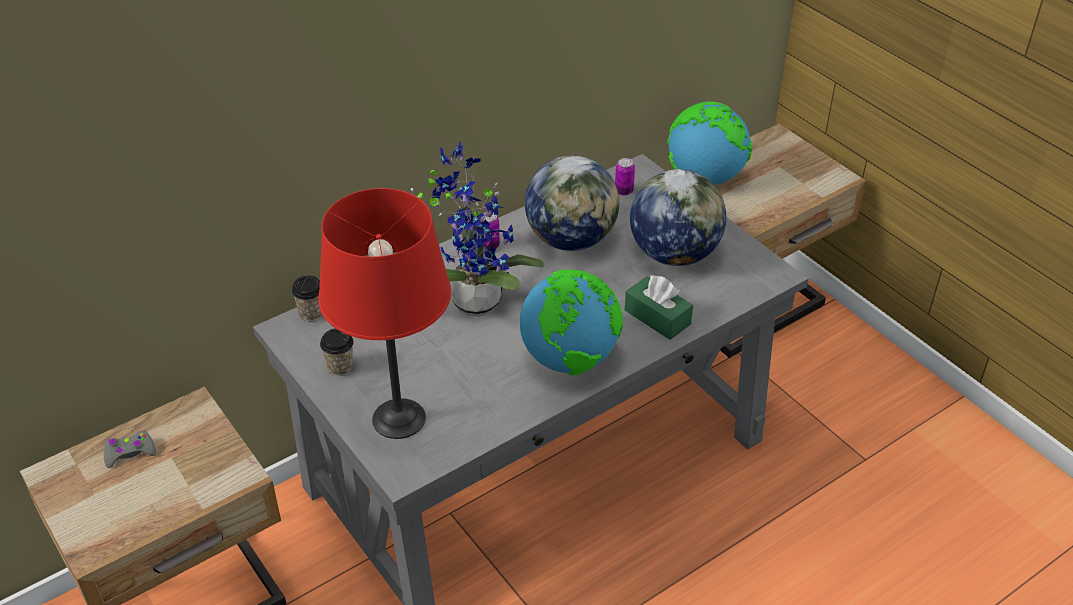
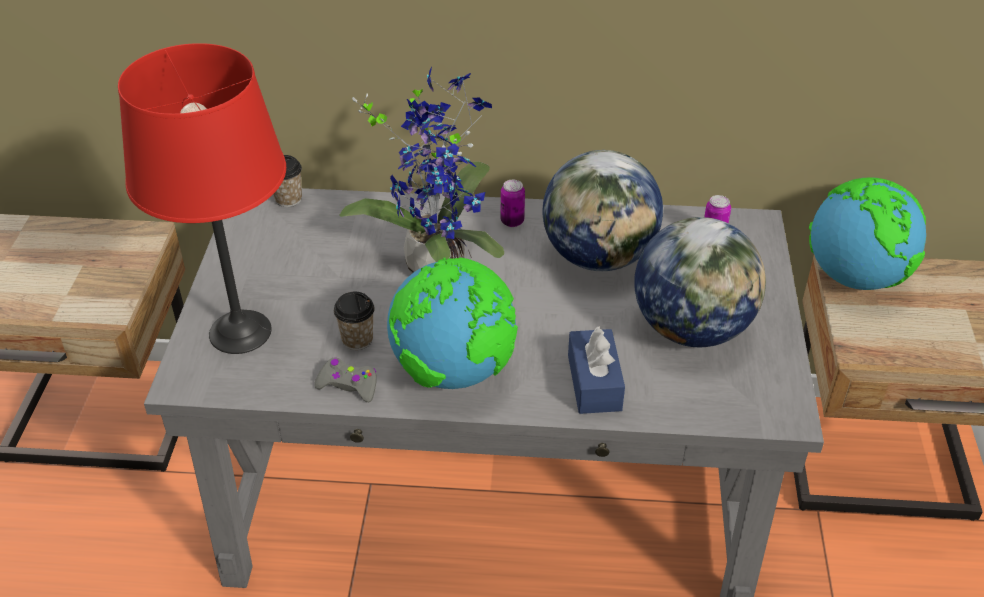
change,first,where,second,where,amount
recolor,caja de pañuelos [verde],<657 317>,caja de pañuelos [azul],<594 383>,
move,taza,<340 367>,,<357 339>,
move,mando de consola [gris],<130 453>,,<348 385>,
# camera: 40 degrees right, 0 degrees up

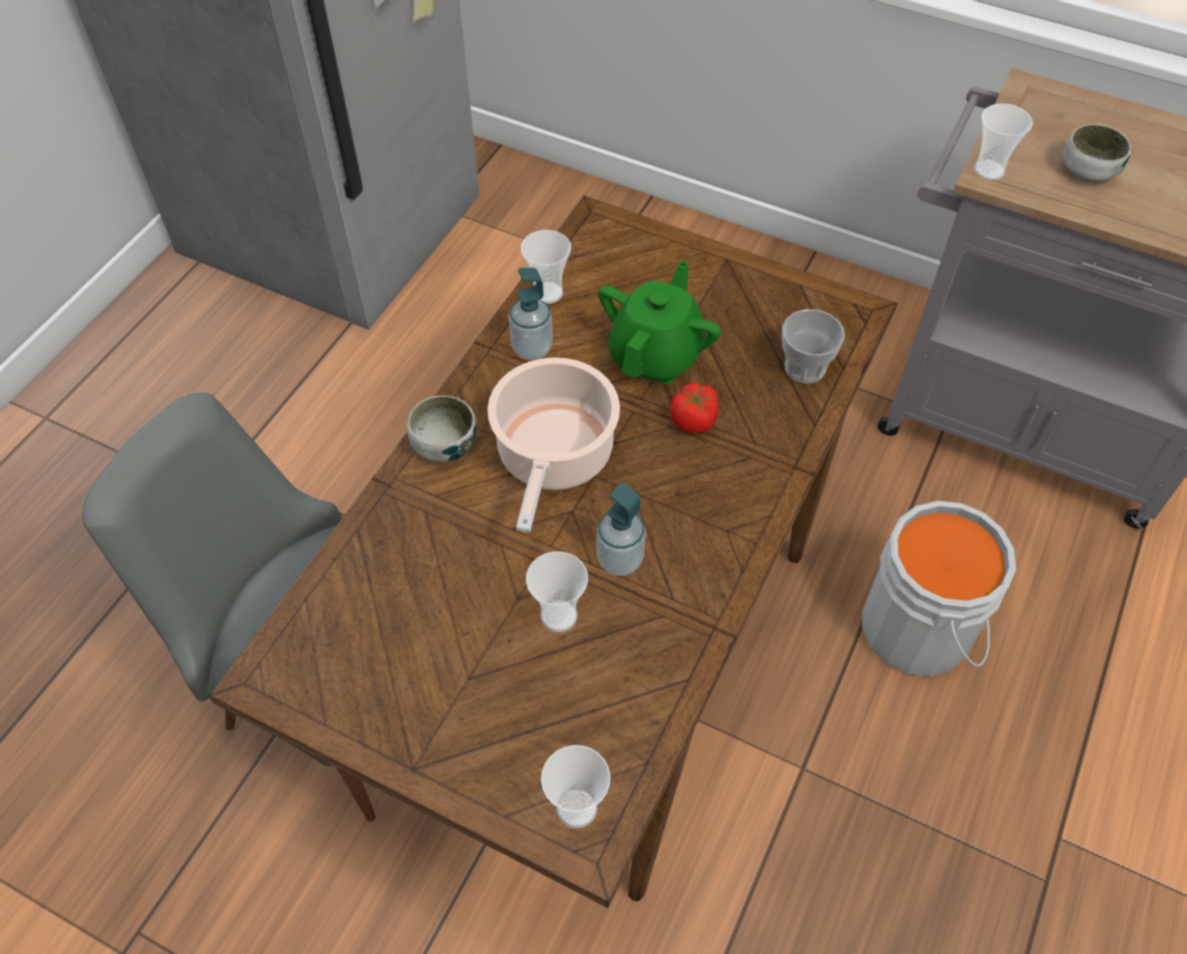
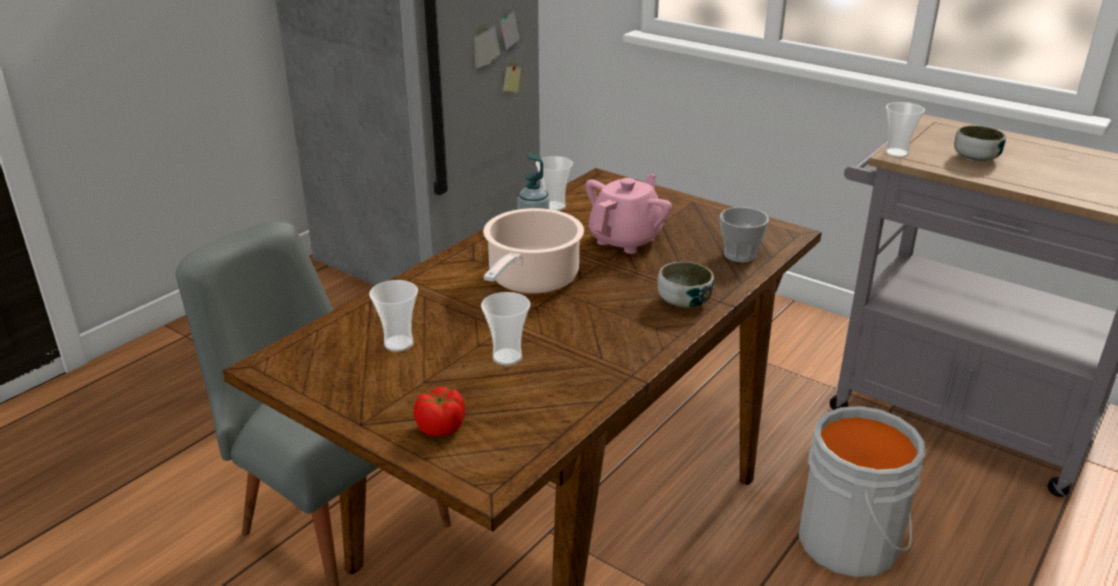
change,first,where,second,where,amount
recolor,tetera [verde],<656 355>,tetera [rosa],<626 240>,
move,tomate,<693 420>,,<441 427>,
move,cuenco,<444 444>,,<683 301>,
delete,dispensador de jabón,<620 560>,,,
move,taza,<576 808>,,<398 343>,
# camera: 10 degrees right, 25 degrees down

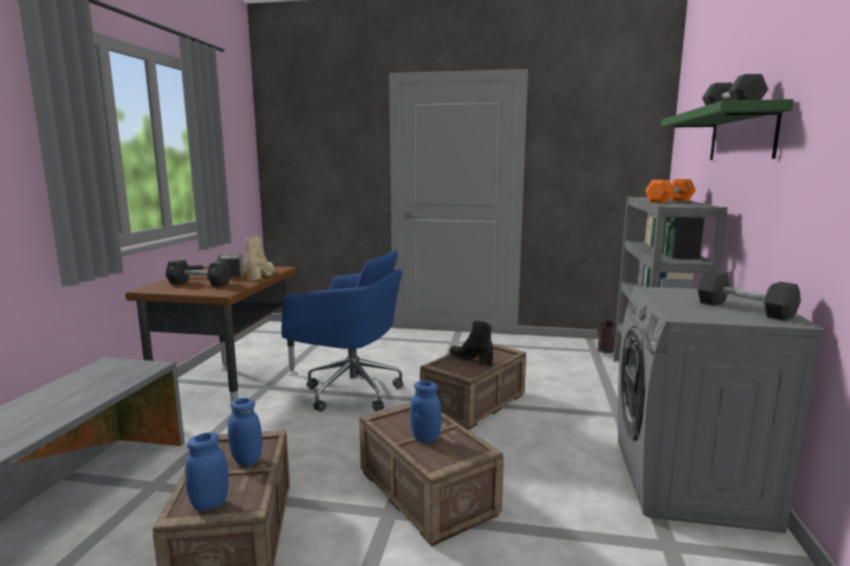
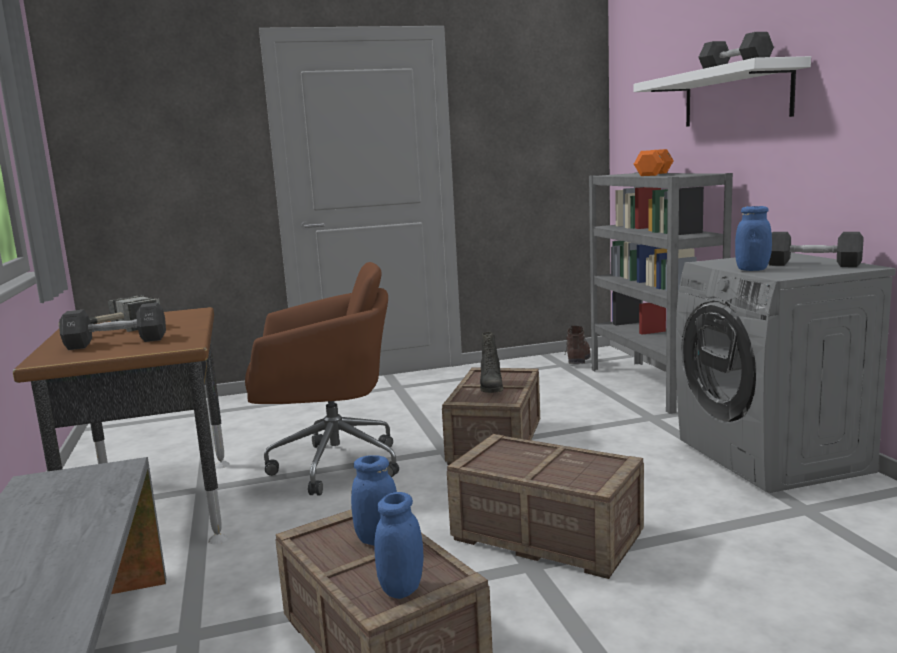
change,first,where,second,where,amount
recolor,estante [verde],<741 135>,estante [blanco],<735 96>,
delete,bota [beis],<261 275>,,,
recolor,silla de oficina [azul],<348 392>,silla de oficina [marrón],<329 467>,
rotate,bota [negro],<471 360>,,<490 387>,105 degrees counterclockwise
move,tarro [azul],<425 438>,,<752 269>,
# camera: 25 degrees left, 0 degrees up

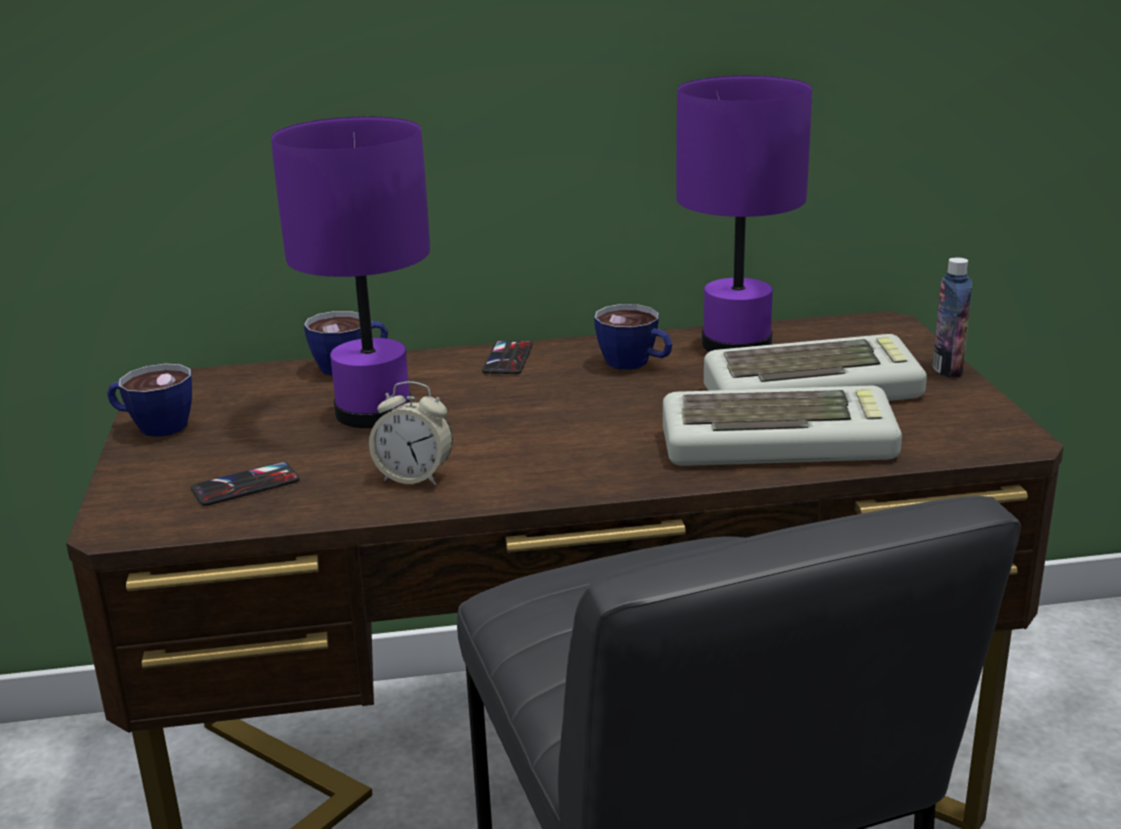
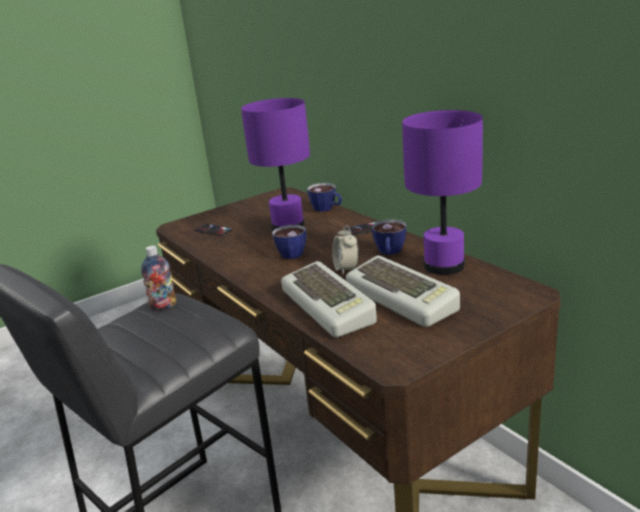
change,first,where,second,where,amount
move,botella,<947 369>,,<164 306>,
move,taza,<153 426>,,<291 252>,
move,despertador,<414 477>,,<346 269>,
# camera: 65 degrees right, 0 degrees up

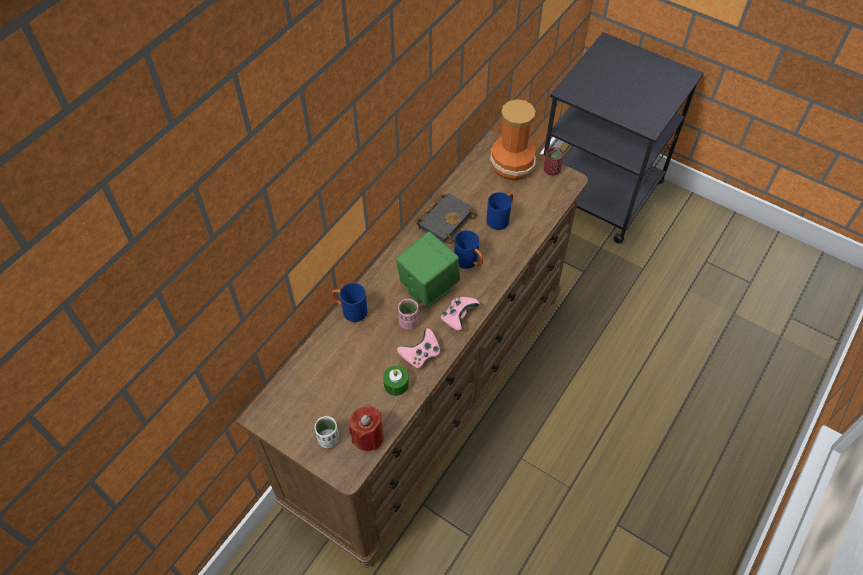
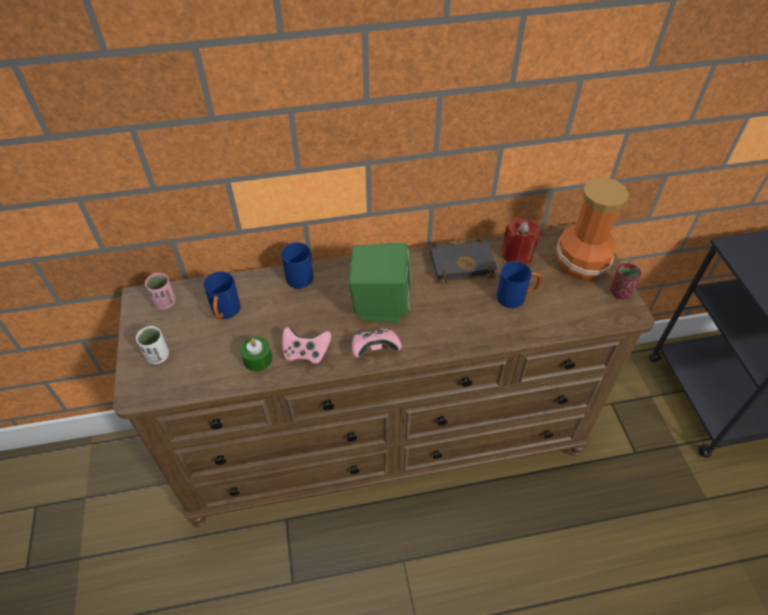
change,first,where,second,where,amount
move,taza grande [azul],<469 262>,,<225 313>,
move,taza [rosa],<408 322>,,<165 302>,
move,vela [rojo],<368 436>,,<517 255>,
# camera: 45 degrees right, 5 degrees down

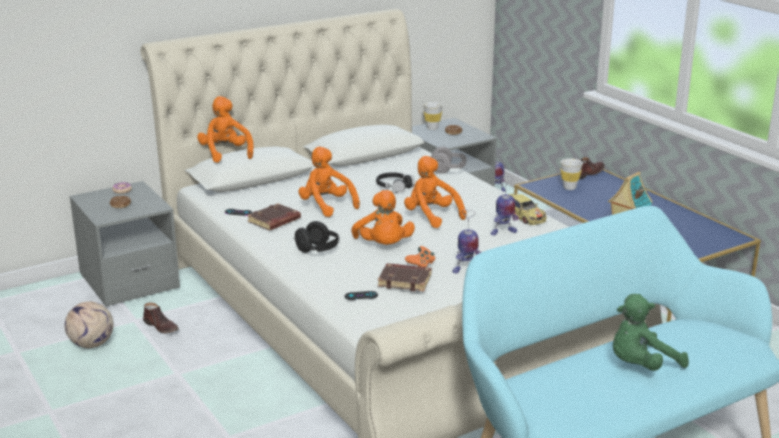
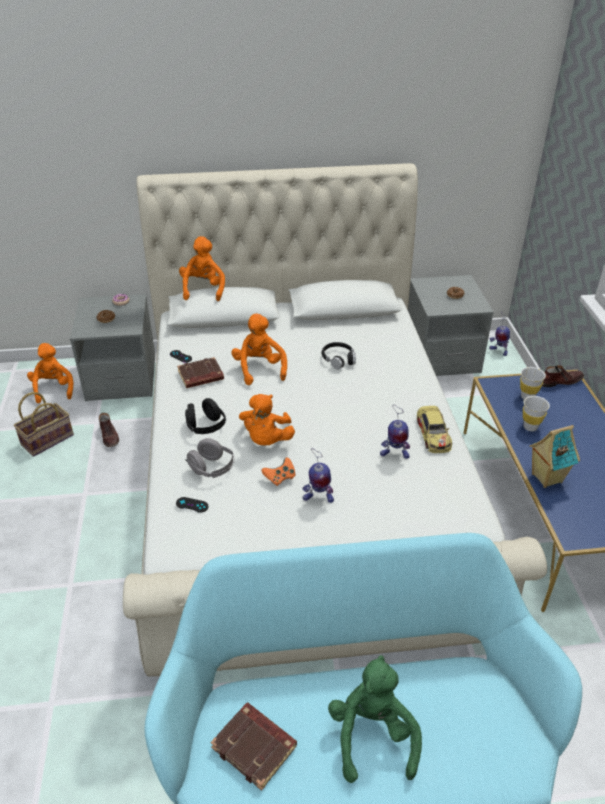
change,first,where,second,where,amount
move,taza [blanco],<432 128>,,<530 427>,
move,auriculares [gris],<448 170>,,<212 469>,
move,peluche [naranja],<431 216>,,<53 389>,
move,libro [marrón],<405 281>,,<255 747>,
rotate,peluche [verde],<641 366>,,<372 735>,90 degrees clockwise
replace,balón de fútbol,<91 344>,cesta,<48 439>,
# camera: 25 degrees right, 15 degrees up

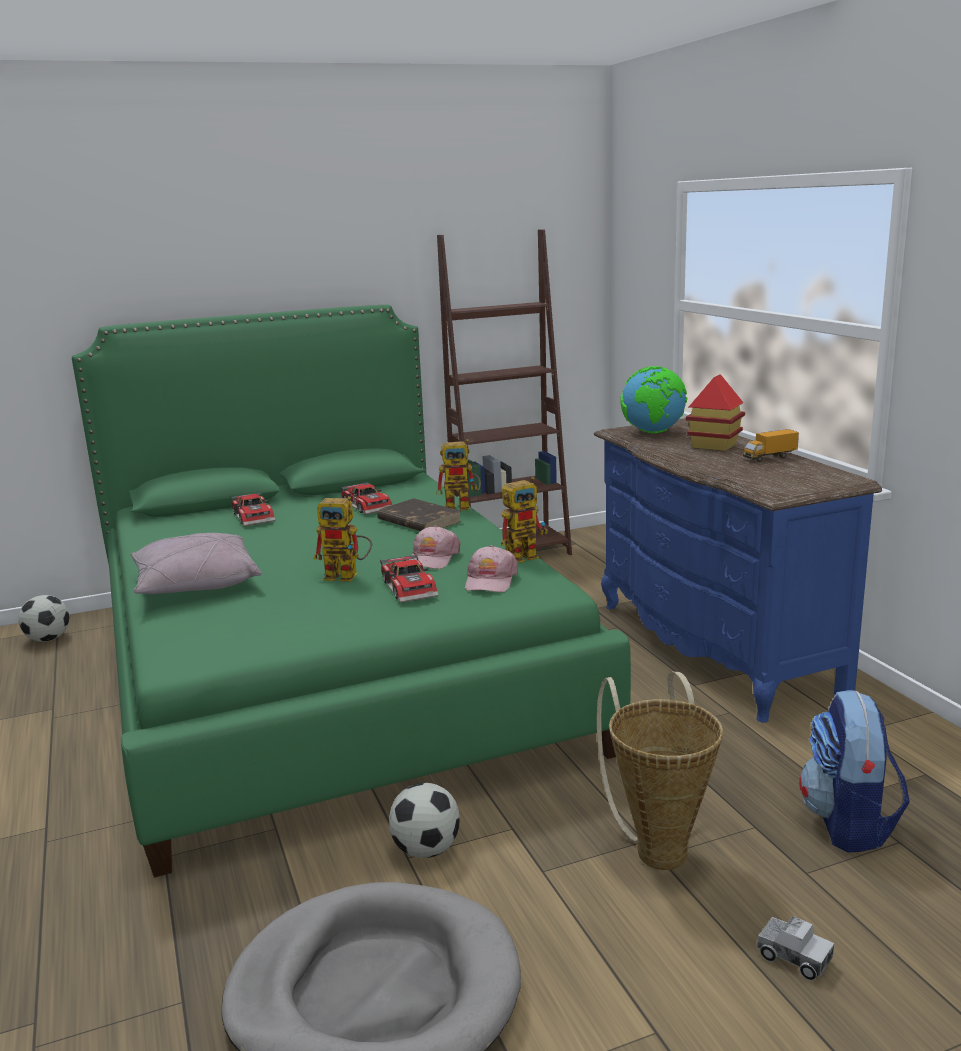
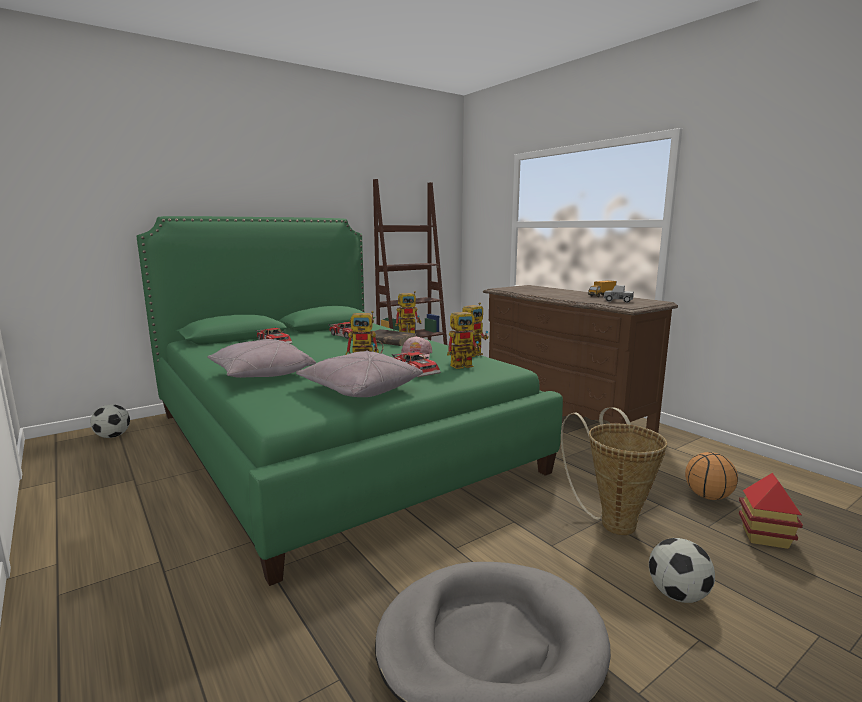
change,first,where,second,where,amount
delete,globo terráqueo,<653 432>,,,
move,casita,<714 445>,,<764 537>,
recolor,cómoda [azul],<711 649>,cómoda [marrón],<562 415>,
replace,gorra [rosa],<490 580>,robot de juguete,<465 365>,
replace,mochila,<849 824>,balón de baloncesto,<708 497>,
move,balón de fútbol,<426 849>,,<677 594>,
move,camión de juguete,<793 957>,,<618 301>,
insert,,,cojín [morado],<360 390>,
# camera: 15 degrees left, 5 degrees down

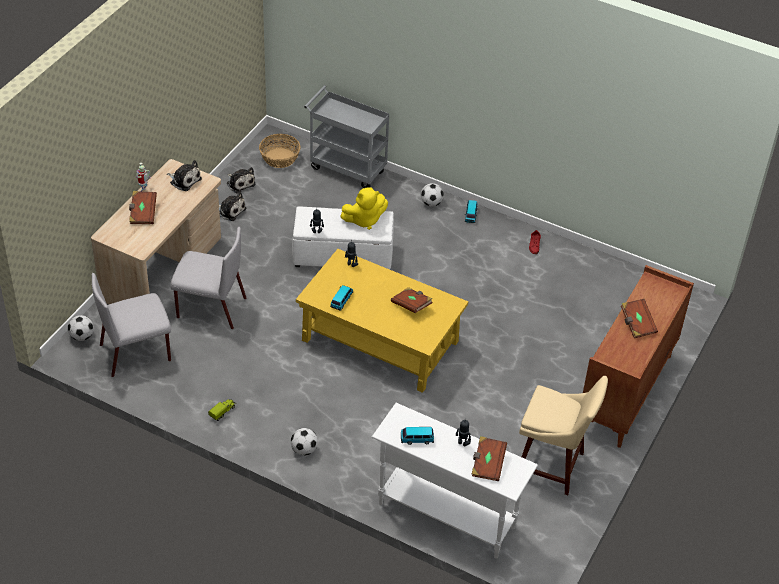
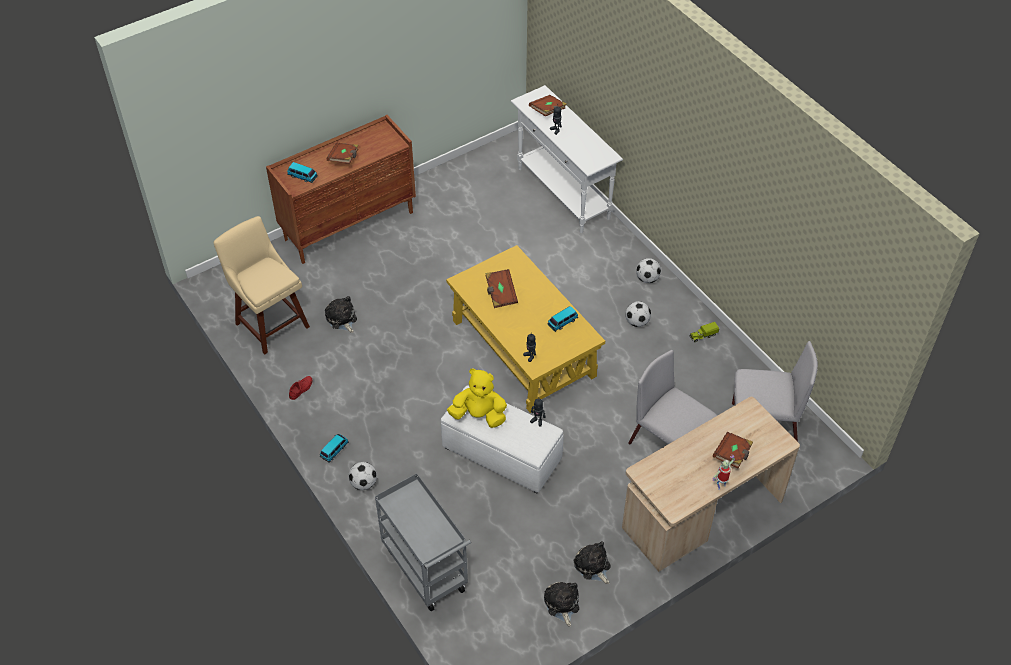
change,first,where,second,where,amount
delete,cesta,<279 158>,,,
move,peluche,<184 180>,,<342 319>,
move,balón de fútbol,<82 336>,,<637 322>,
move,taburete [beis],<553 466>,,<270 323>,
move,coche de juguete,<417 439>,,<302 176>,
# camera: 150 degrees left, 5 degrees up

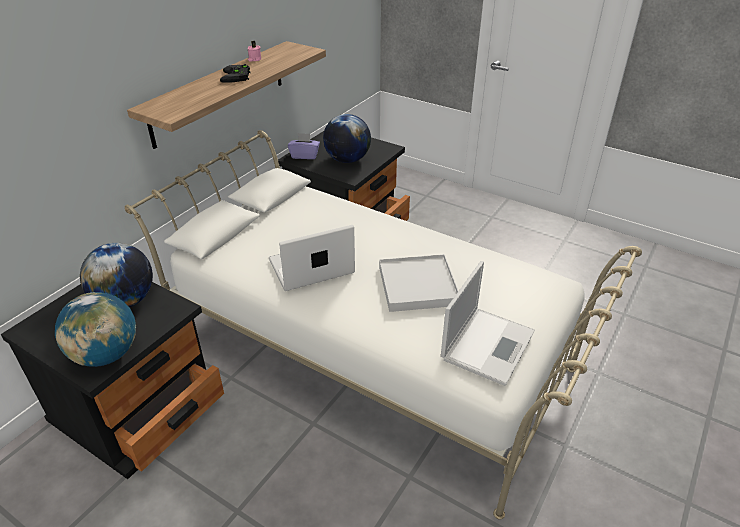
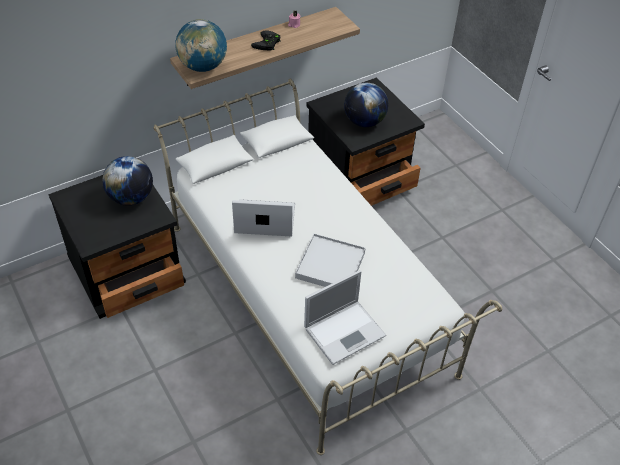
change,first,where,second,where,amount
delete,caja de pañuelos [morado],<304 155>,,,
move,globo terráqueo,<106 355>,,<203 67>,
# camera: 25 degrees right, 10 degrees up

